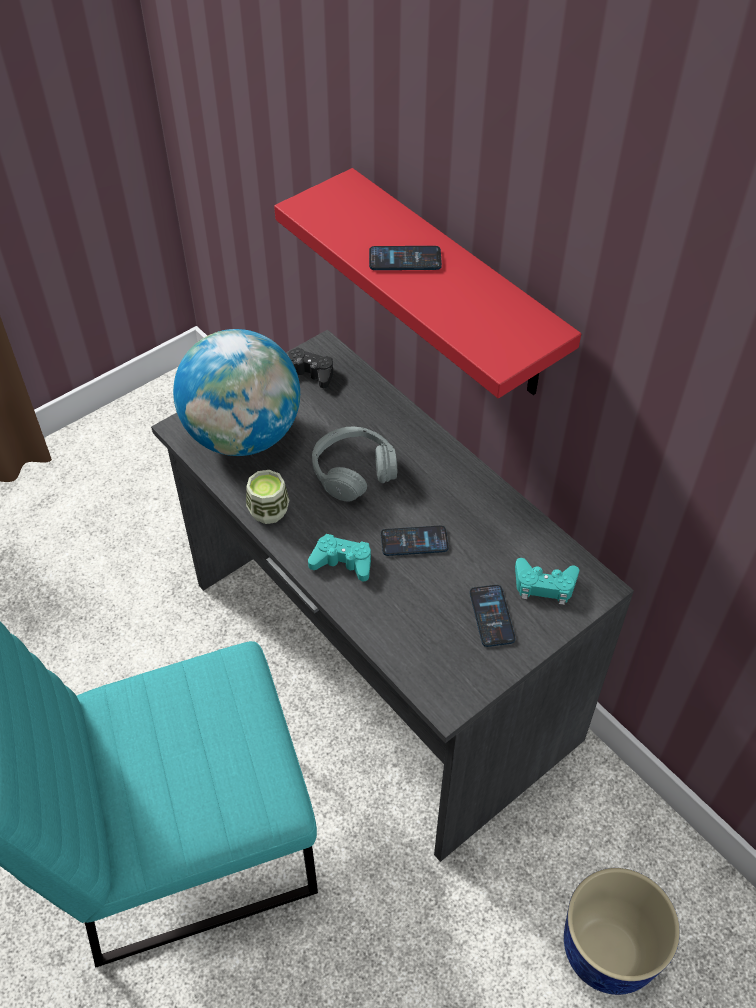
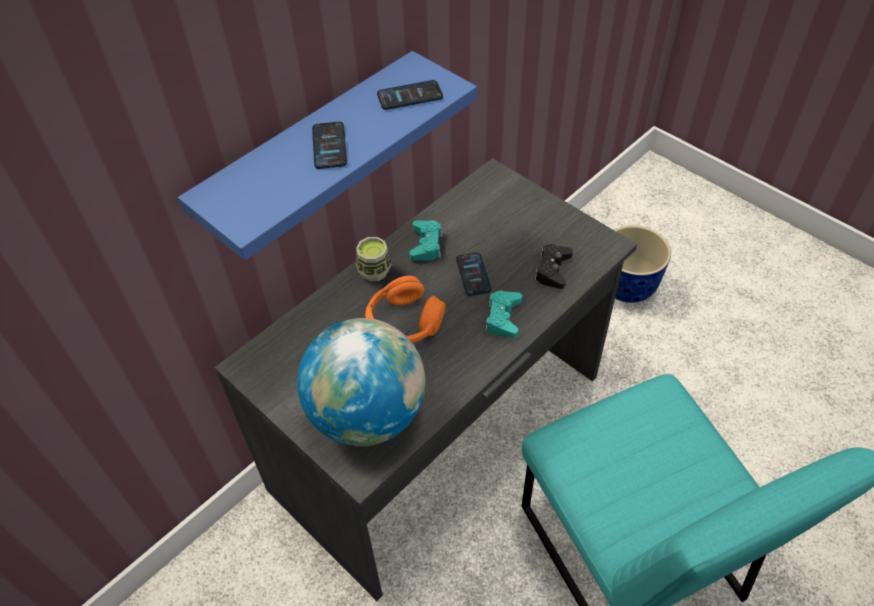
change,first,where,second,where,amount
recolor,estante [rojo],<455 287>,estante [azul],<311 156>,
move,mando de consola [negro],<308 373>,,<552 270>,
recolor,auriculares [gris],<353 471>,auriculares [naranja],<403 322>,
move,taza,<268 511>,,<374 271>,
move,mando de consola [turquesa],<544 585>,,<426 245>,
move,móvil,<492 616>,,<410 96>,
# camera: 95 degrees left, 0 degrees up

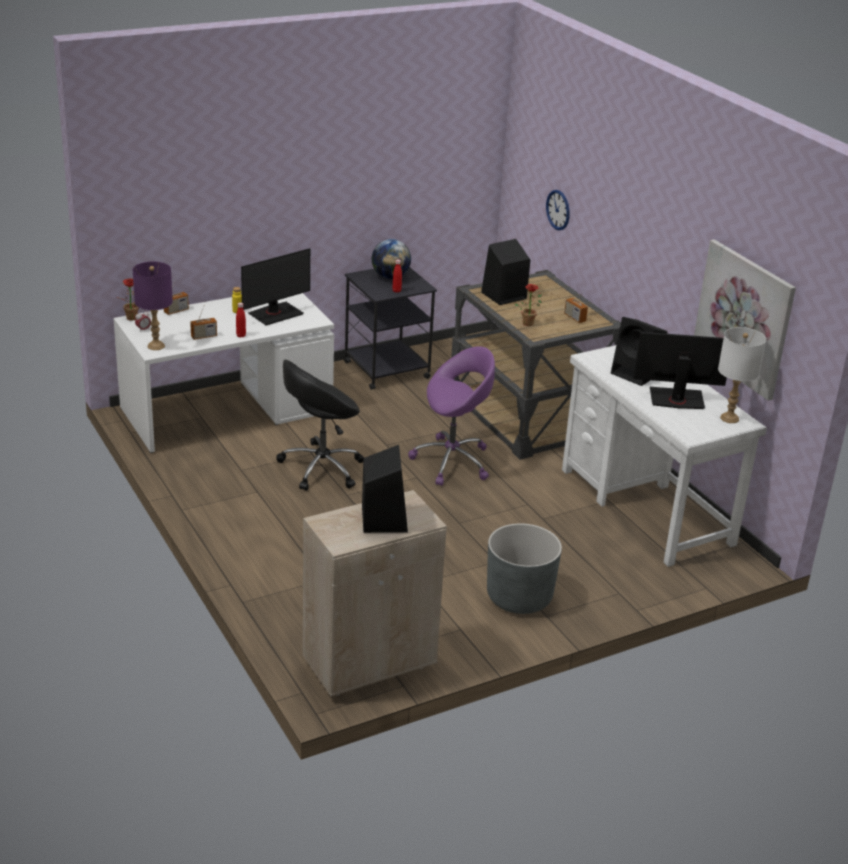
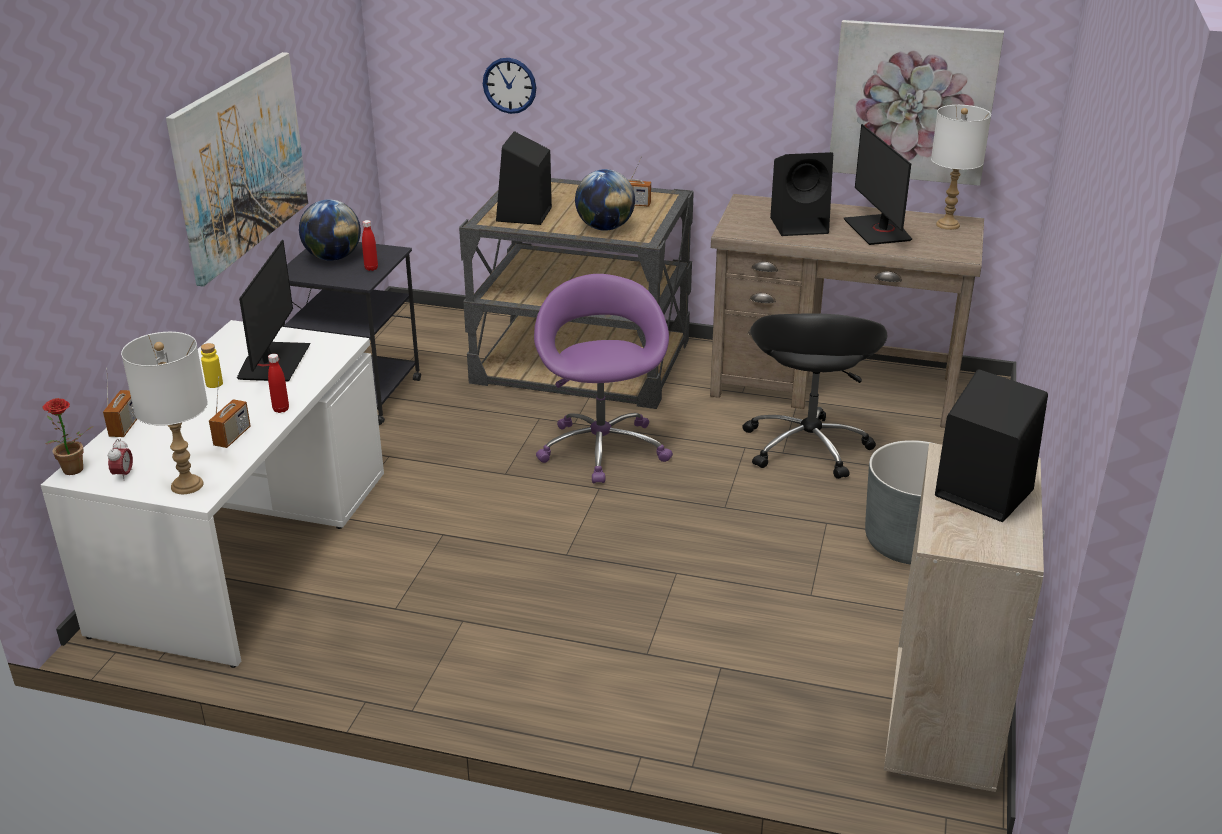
change,first,where,second,where,amount
recolor,lámpara de mesa [morado],<156 346>,lámpara de mesa [blanco],<187 485>,
replace,planta en maceta,<528 323>,globo terráqueo,<605 228>,
rotate,monitor,<676 399>,,<878 230>,60 degrees counterclockwise
recolor,escritorio [blanco],<647 506>,escritorio [marrón],<834 385>,
rotate,silla de oficina [morado],<453 461>,,<602 448>,45 degrees counterclockwise
move,silla de oficina [negro],<319 468>,,<807 449>,
insert,,,cuadro,<240 164>,
# camera: 45 degrees left, 0 degrees up

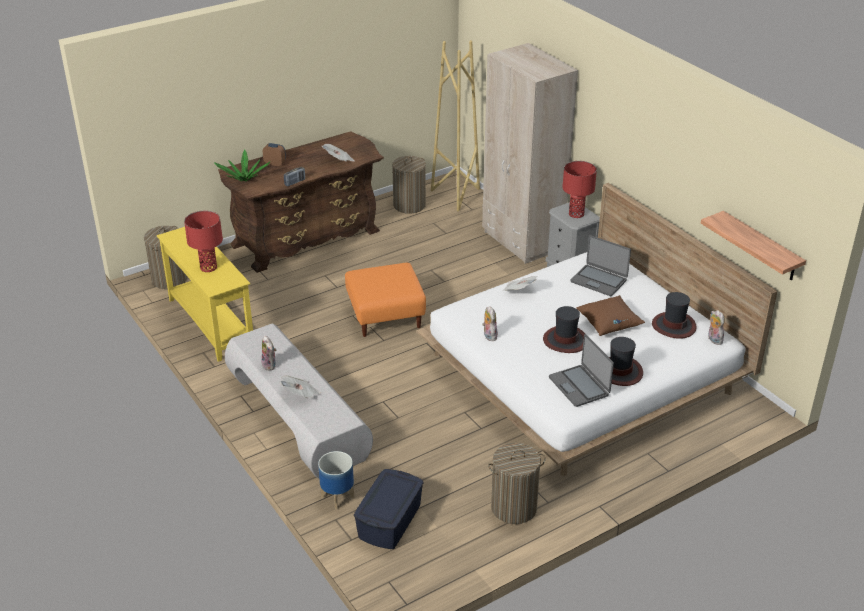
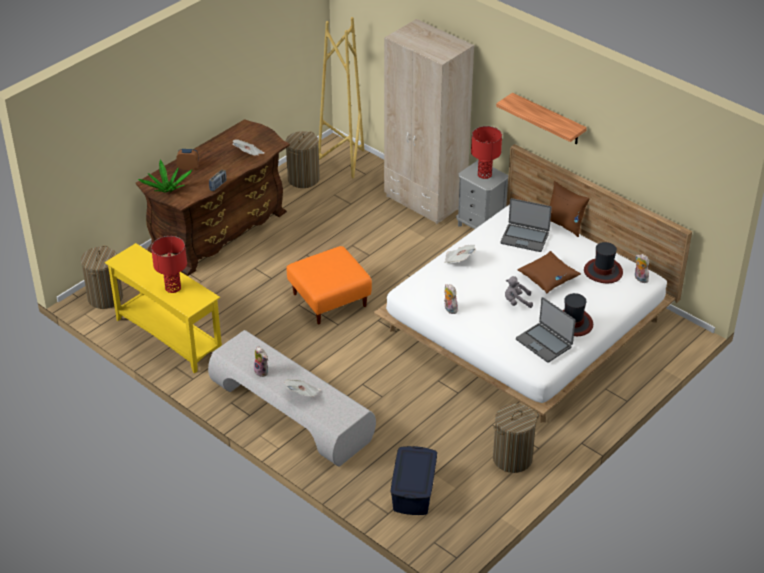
change,first,where,second,where,amount
move,estante,<761 247>,,<548 119>,
replace,sombrero,<565 340>,peluche [gris],<516 302>,
delete,maceta,<338 497>,,,
insert,,,cojín [marrón],<564 225>,
# camera: 15 degrees left, 5 degrees up

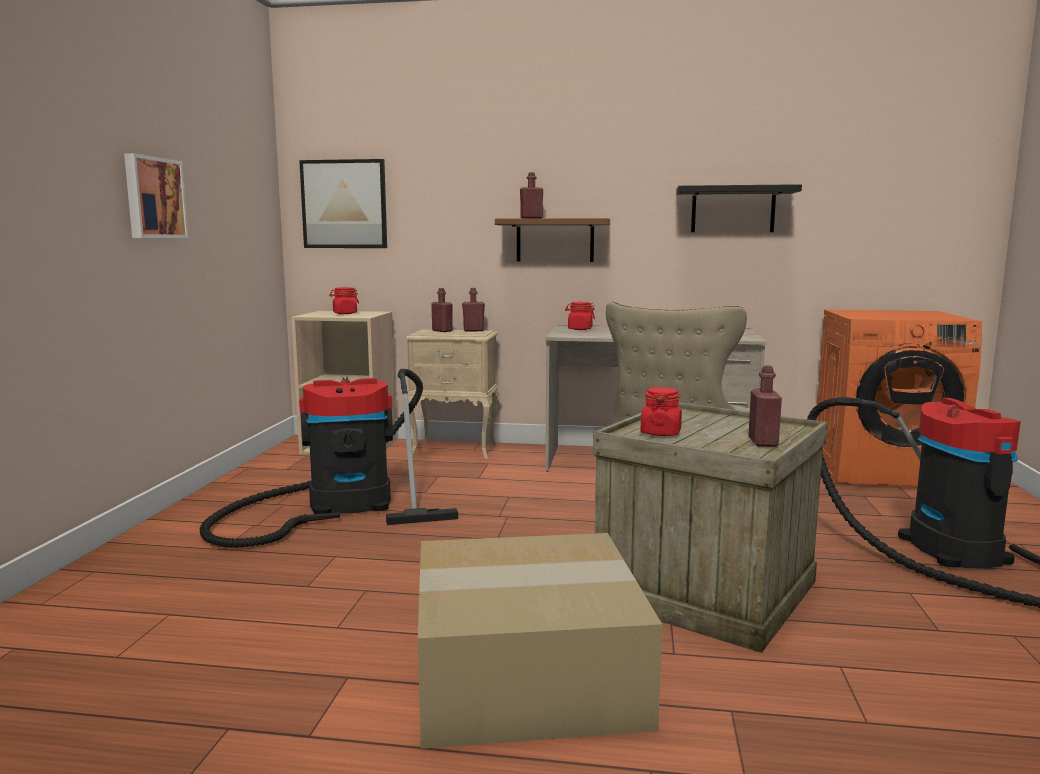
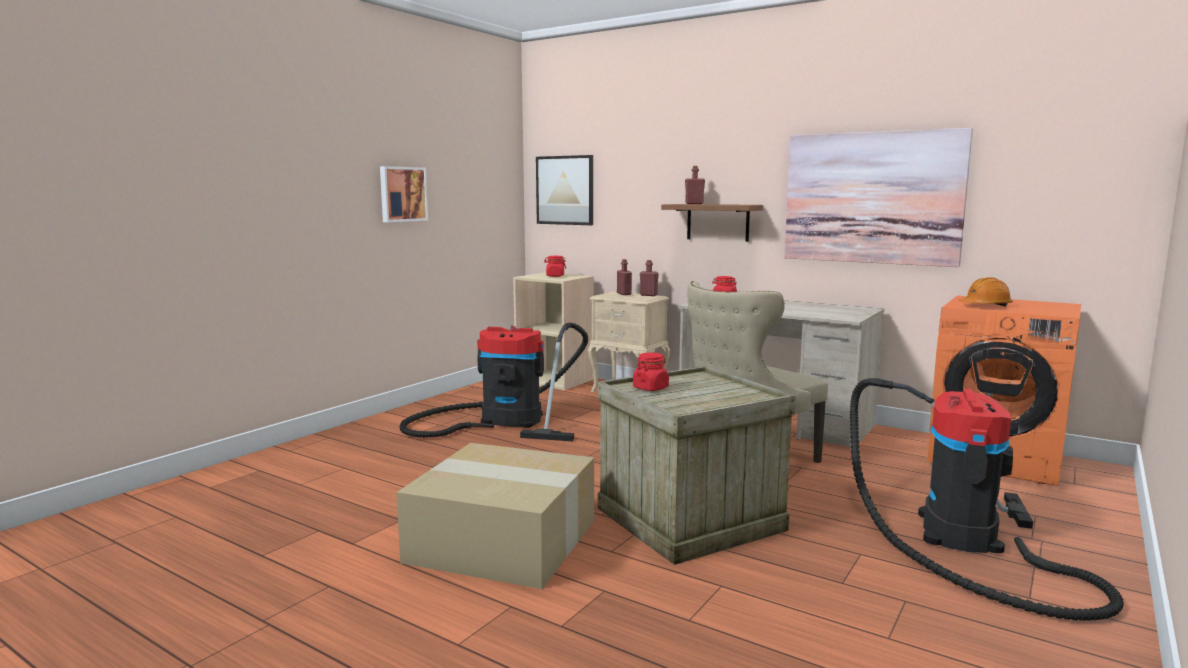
change,first,where,second,where,amount
replace,estante [negro],<733 210>,cuadro,<872 198>,
delete,botella [rojo],<763 442>,,,
insert,,,casco [naranja],<985 306>,
# camera: 25 degrees right, 0 degrees up

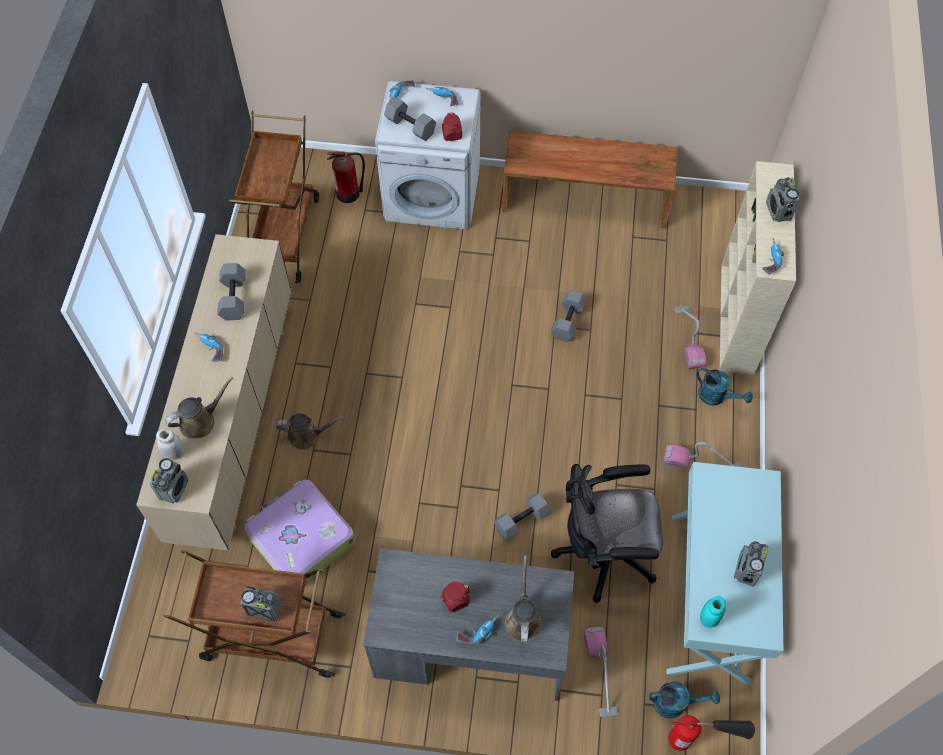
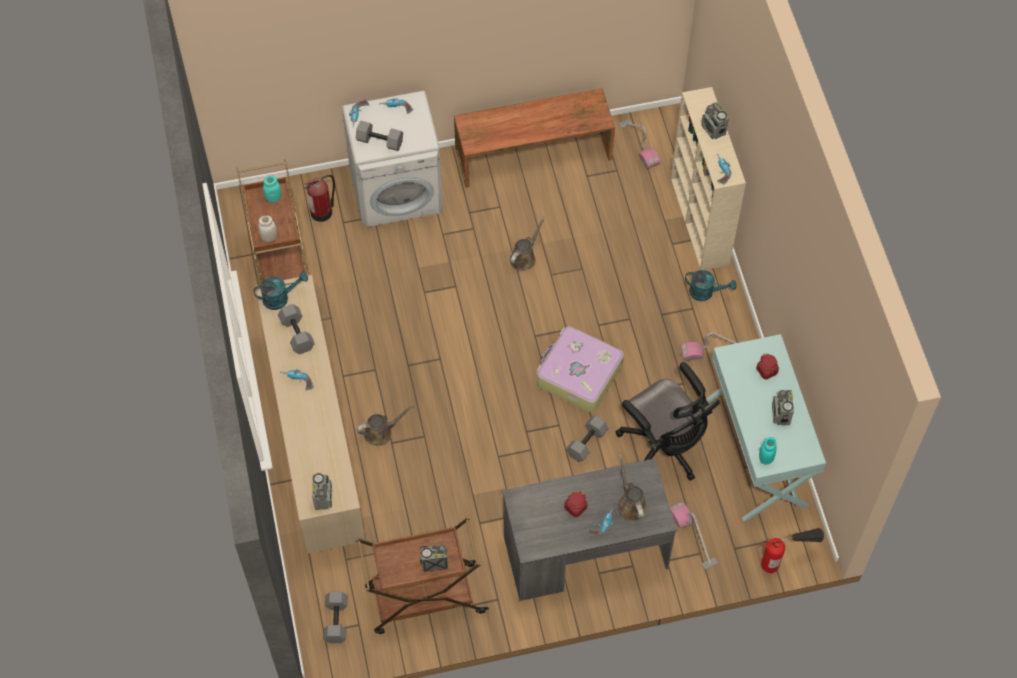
change,first,where,second,where,amount
move,tarro [rojo],<452 134>,,<767 371>,
move,mancuerna [gris],<567 321>,,<335 620>,
move,aspiradora,<689 338>,,<639 144>,
move,regadera [marrón],<200 421>,,<524 257>,
move,tarro [blanco],<174 453>,,<269 237>,
rotate,silla de oficina,<605 553>,,<663 446>,105 degrees counterclockwise
move,maleta,<300 539>,,<578 375>,
move,regadera [turquesa],<675 703>,,<280 298>,
insert,,,tarro [turquesa],<273 198>,
# camera: 20 degrees left, 0 degrees up

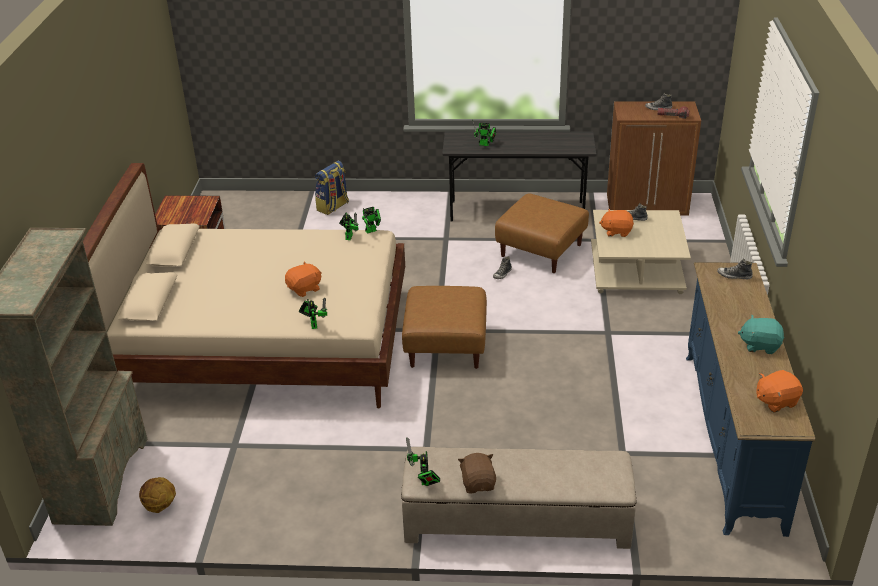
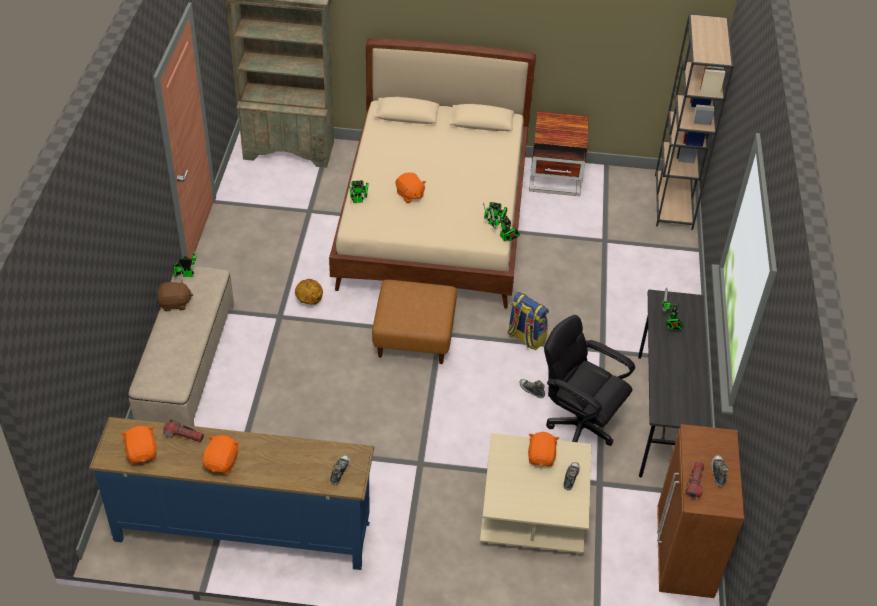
change,first,where,second,where,amount
move,mochila,<333 207>,,<525 338>,
replace,puf [marrón],<540 250>,silla de oficina [negro],<577 428>,
recolor,peluche [turquesa],<760 345>,peluche [naranja],<222 462>,
move,balón de baloncesto,<160 506>,,<309 301>,
insert,,,estantería,<674 202>,
insert,,,linterna,<184 436>,
# camera: 90 degrees right, 10 degrees up

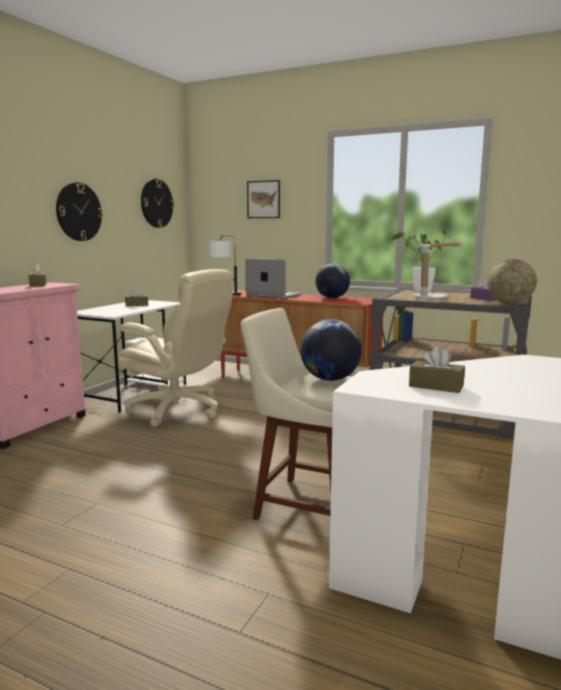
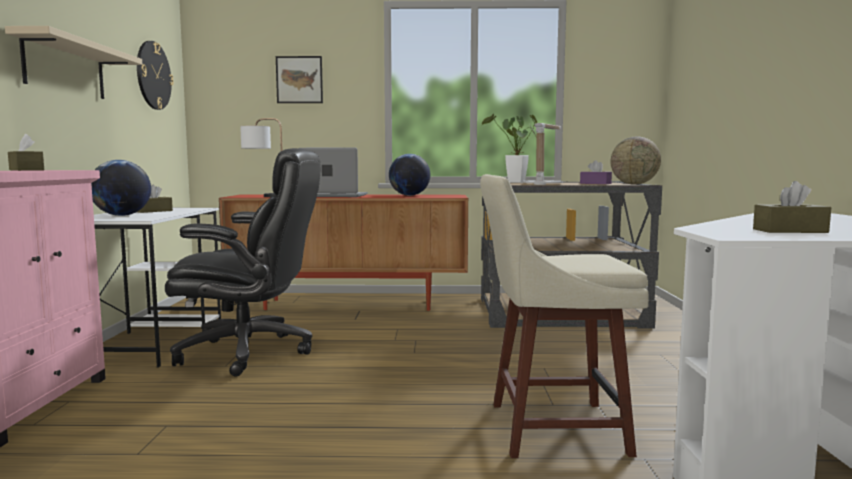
change,first,where,second,where,amount
replace,reloj de pared,<79 212>,estante [beis],<65 68>,
recolor,silla de oficina [beis],<179 412>,silla de oficina [negro],<251 354>,
move,globo terráqueo,<330 379>,,<122 215>,
# camera: 25 degrees left, 5 degrees down

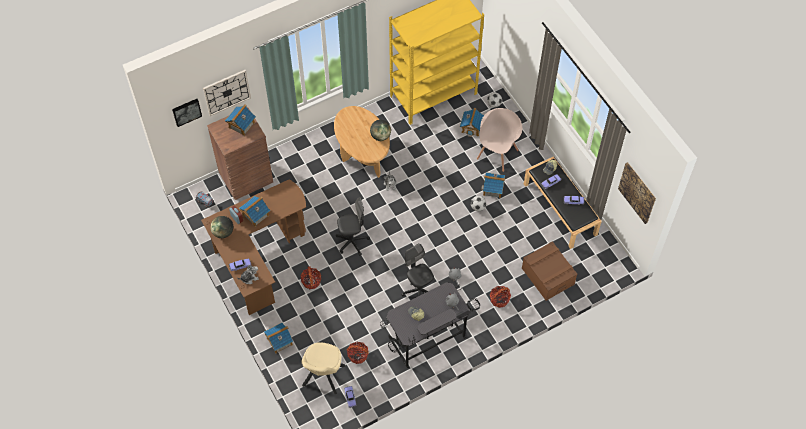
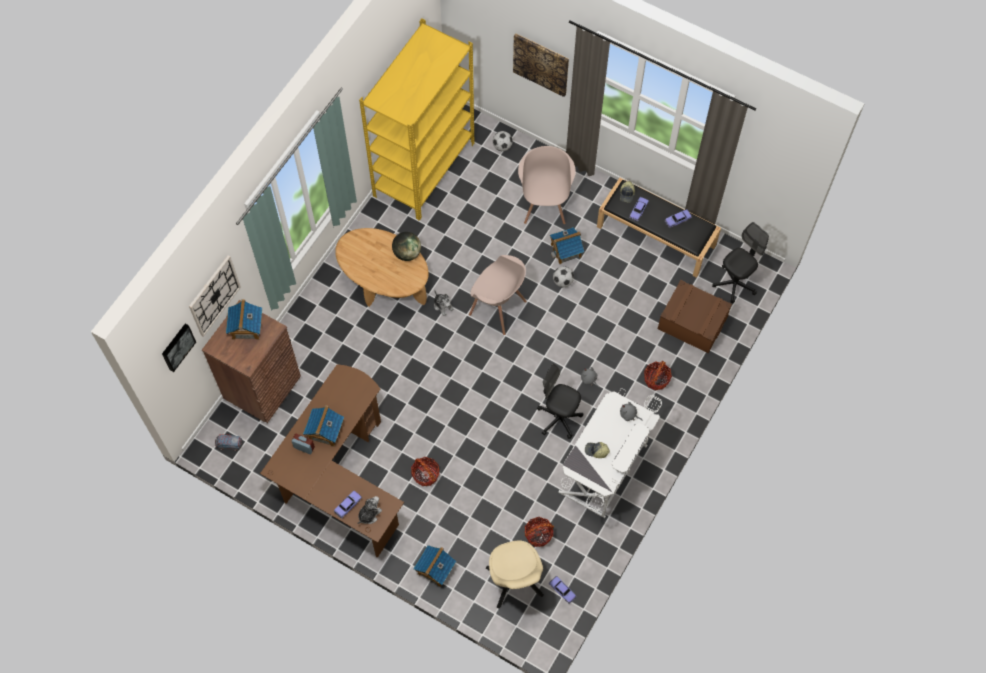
change,first,where,second,where,amount
delete,casita,<472 127>,,,
move,cuadro,<637 192>,,<541 64>,
move,silla de oficina [negro],<352 242>,,<734 284>,
delete,globo terráqueo,<223 232>,,,
recolor,escritorio [negro],<427 339>,escritorio [blanco],<605 470>,
insert,,,silla [beis],<498 309>,
# camera: 30 degrees left, 5 degrees up

